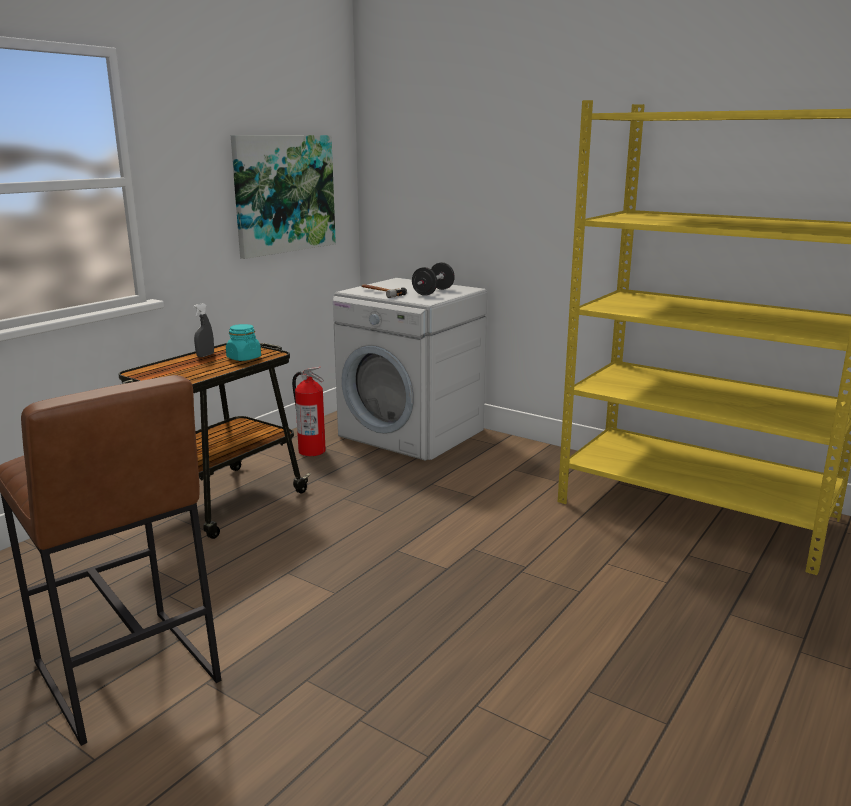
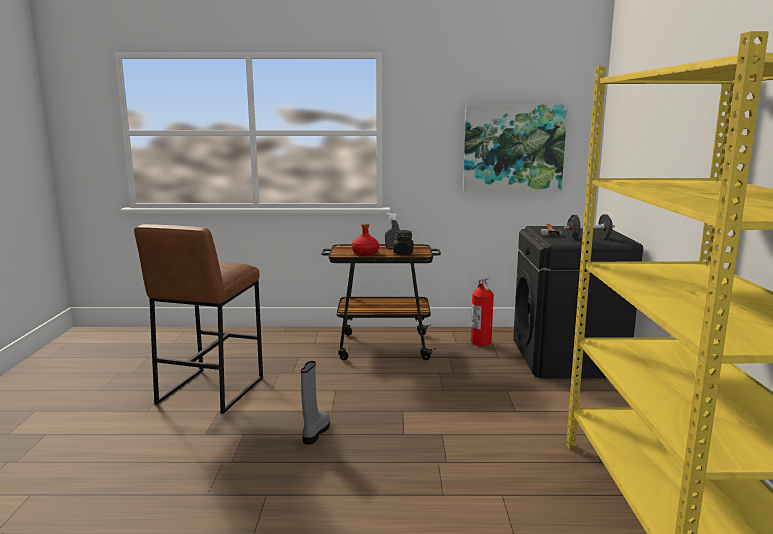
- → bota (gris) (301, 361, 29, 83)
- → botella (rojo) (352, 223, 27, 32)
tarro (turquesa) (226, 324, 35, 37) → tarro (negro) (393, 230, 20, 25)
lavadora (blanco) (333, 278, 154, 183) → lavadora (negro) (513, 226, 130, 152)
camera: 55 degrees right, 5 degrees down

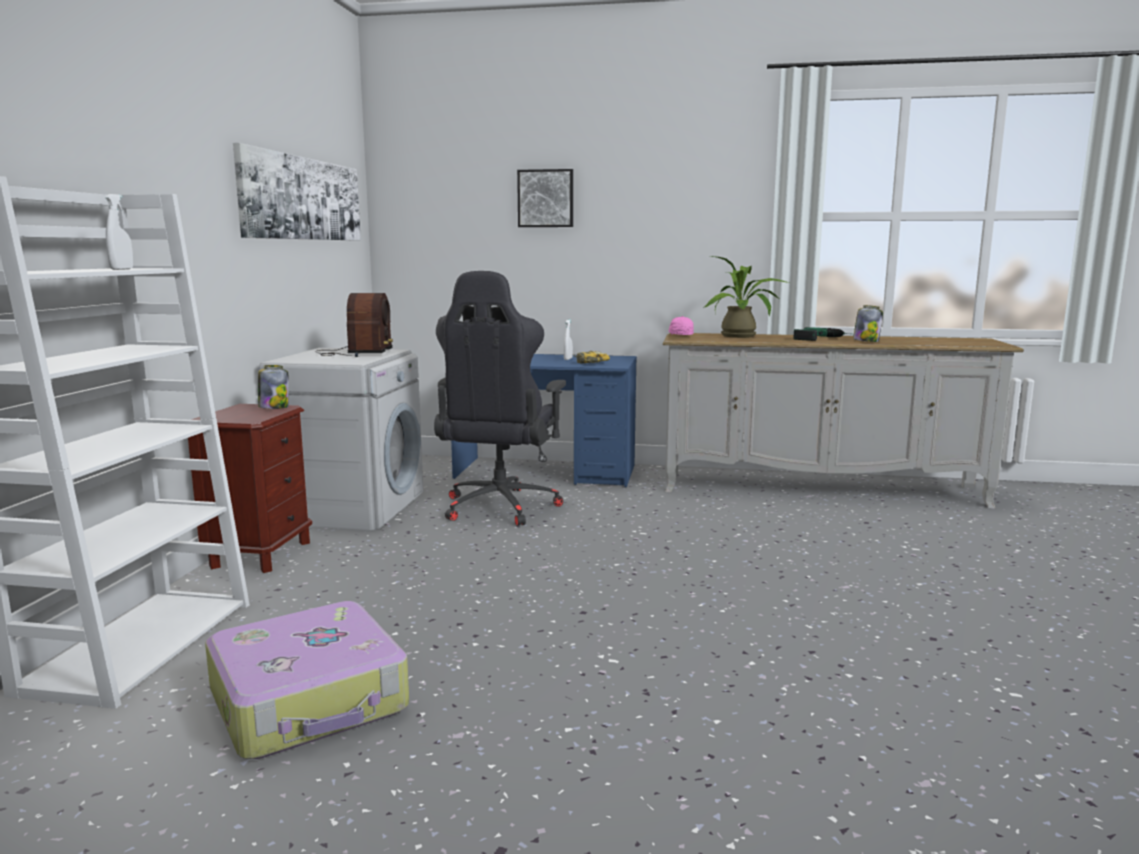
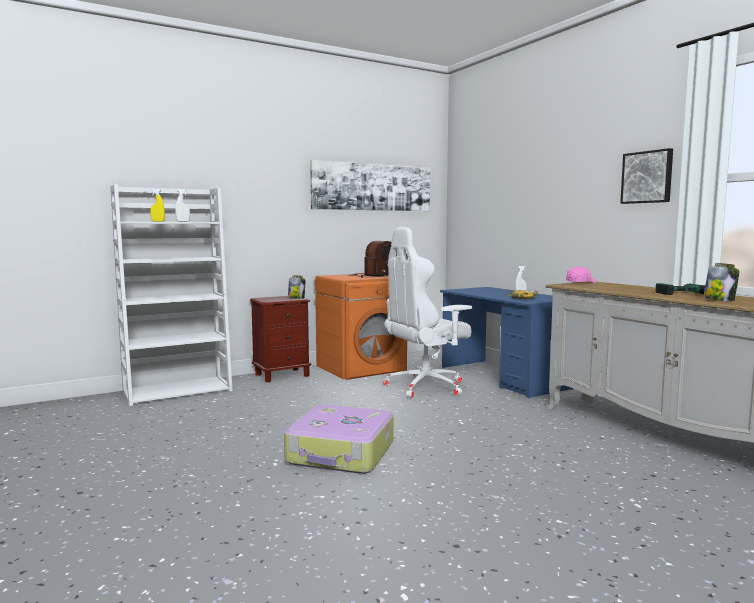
- → pulverizador (amarillo) (150, 189, 15, 33)
maleta (205, 601, 204, 158) → maleta (284, 405, 110, 69), move
lavadora (blanco) (259, 348, 164, 182) → lavadora (naranja) (315, 274, 92, 106)
silla de oficina (negro) (434, 271, 132, 255) → silla de oficina (blanco) (383, 227, 89, 171)
cuadro (517, 169, 56, 58) → cuadro (620, 148, 53, 56), move
planta en maceta (703, 256, 86, 82) → -
camera: 50 degrees right, 5 degrees down

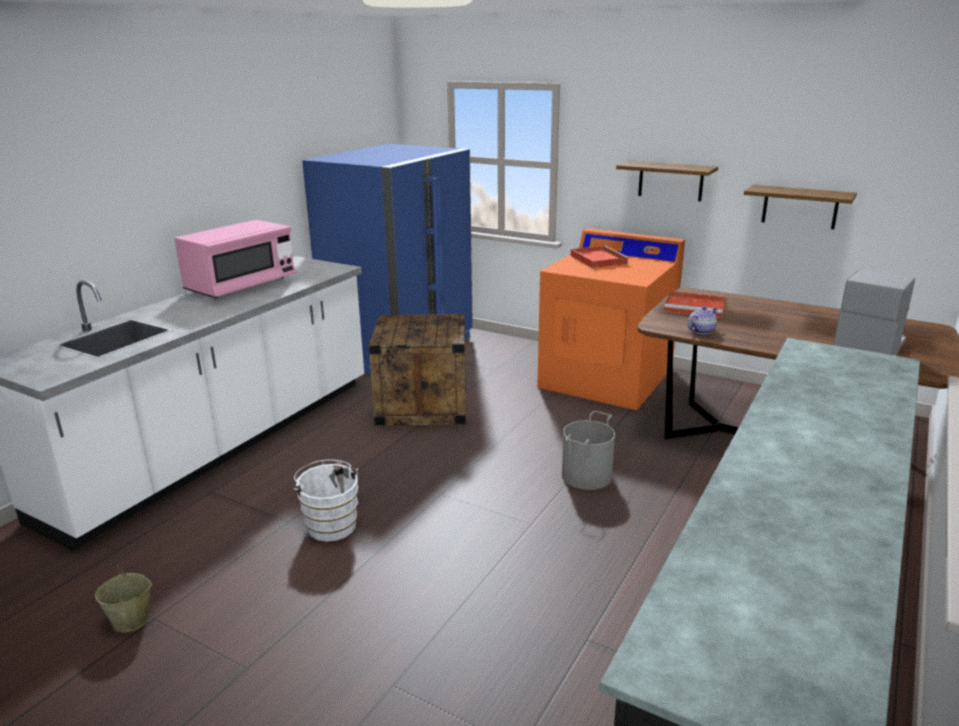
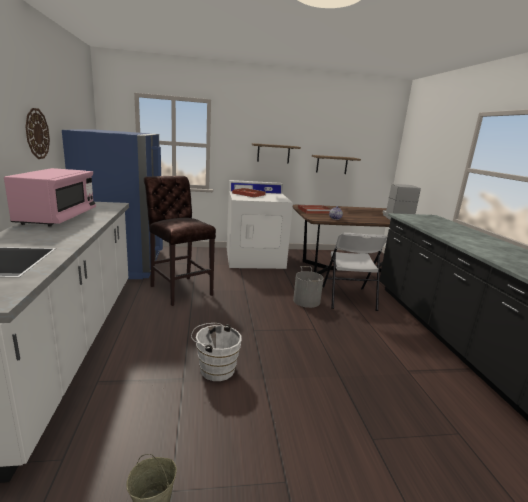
- → reloj de pared (25, 108, 25, 51)
caja de embalaje (368, 314, 98, 112) → taburete (marrón) (144, 176, 72, 130)
lavadora (naranja) (537, 228, 148, 182) → lavadora (blanco) (227, 180, 66, 89)
- → silla (blanco) (322, 233, 65, 78)
camera: 40 degrees left, 5 degrees down

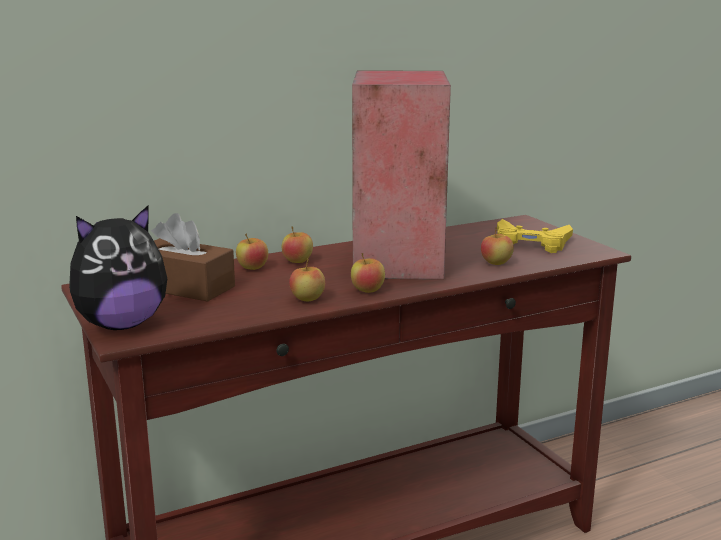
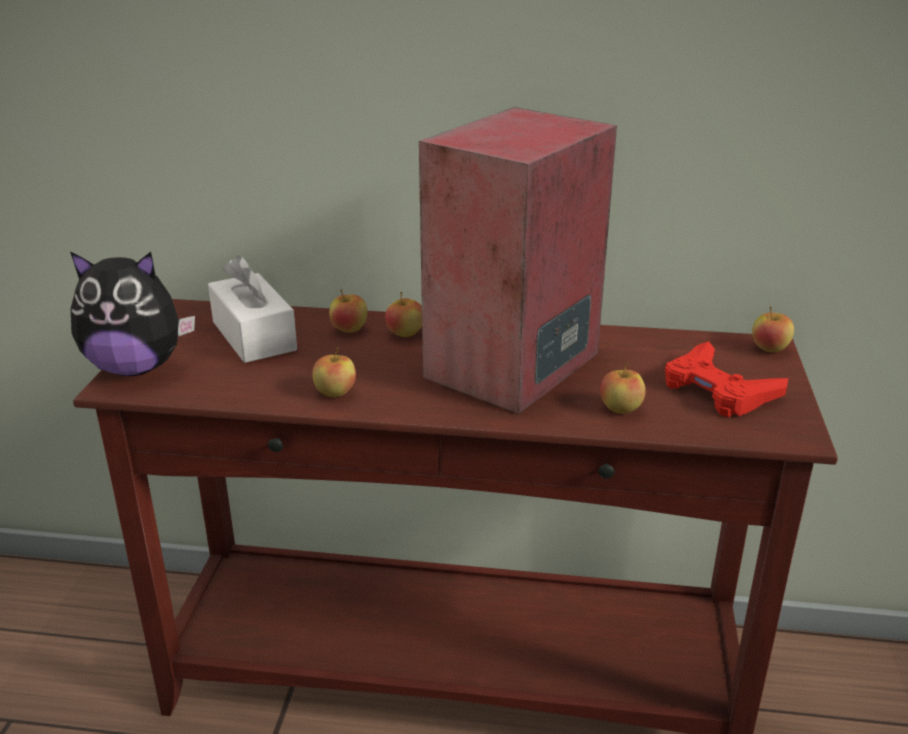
caja de pañuelos (marrón) (151, 213, 84, 89) → caja de pañuelos (blanco) (208, 255, 89, 108)
mando de consola (amarillo) (497, 219, 76, 34) → mando de consola (rojo) (665, 341, 123, 76)
manzana (351, 253, 34, 40) → manzana (752, 306, 42, 46), move
camera: 35 degrees right, 10 degrees up

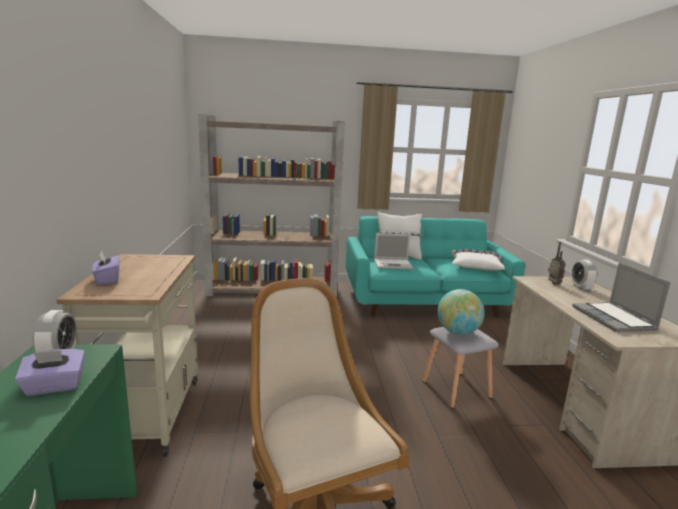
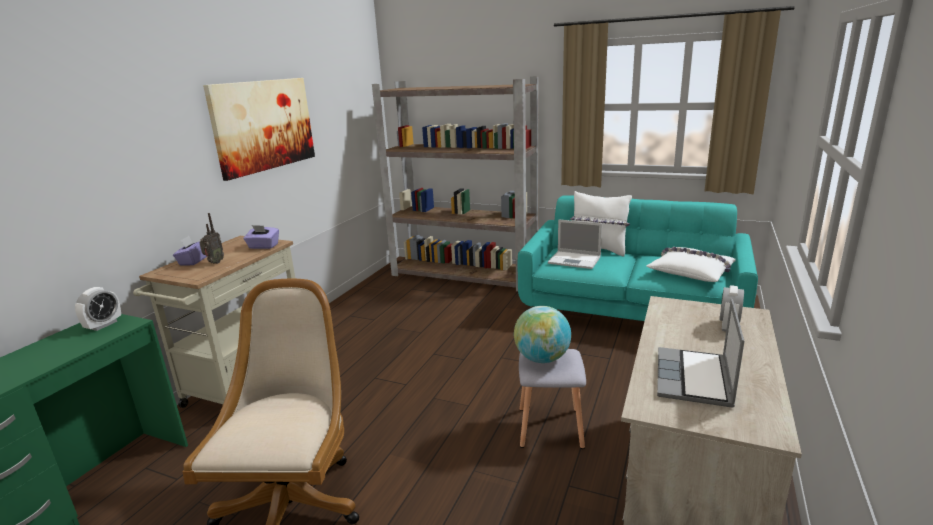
radio (548, 242, 17, 43) → radio (200, 213, 24, 51), move
- → cuadro (203, 78, 112, 103)
caja de pañuelos (morado) (15, 349, 70, 47) → caja de pañuelos (morado) (244, 225, 35, 24), move
camera: 30 degrees right, 5 degrees up

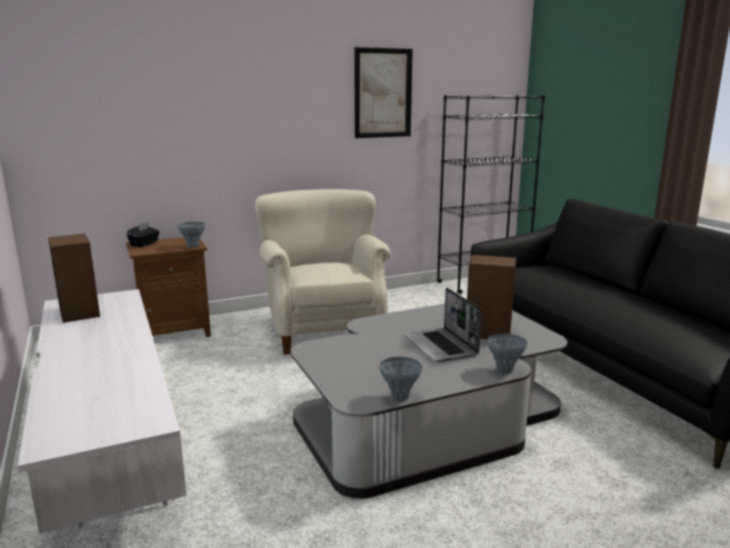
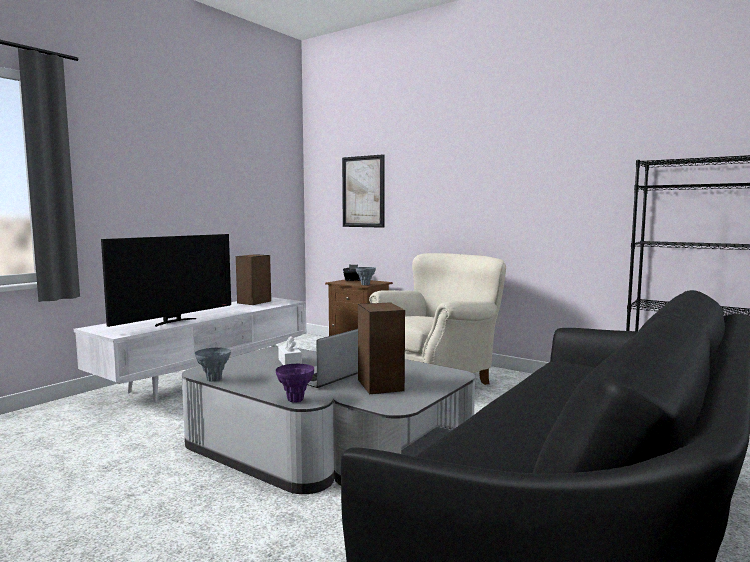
- → televisor (101, 234, 130, 93)
florero (gris) (487, 333, 40, 41) → florero (morado) (276, 364, 38, 39)
- → caja de pañuelos (blanco) (278, 336, 24, 29)
cuadro (354, 47, 59, 91) → cuadro (342, 154, 43, 74), move
camera: 60 degrees right, 10 degrees down

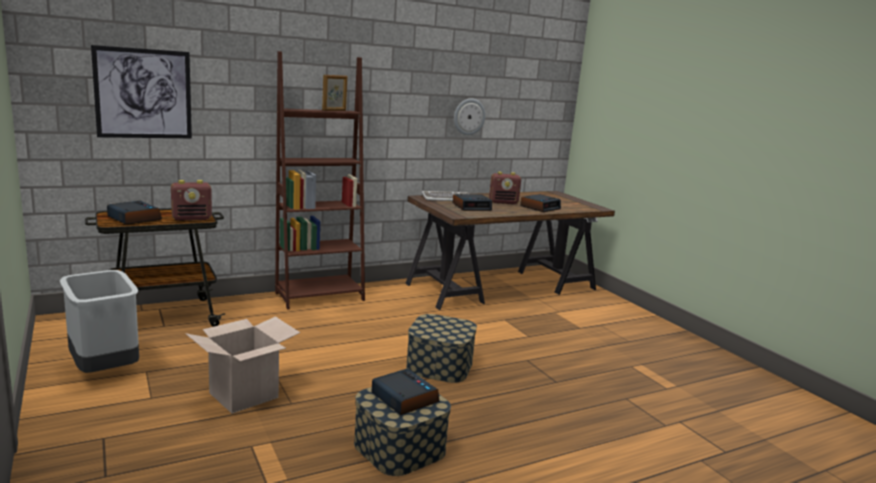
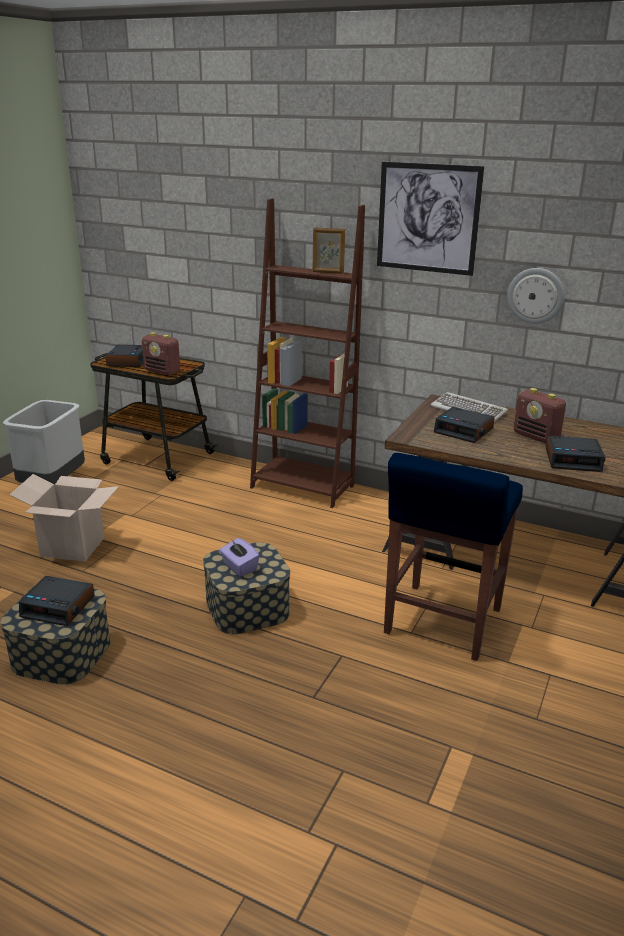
despertador (372, 368, 67, 47) → despertador (19, 576, 76, 50), 90 degrees clockwise
- → caja de pañuelos (morado) (219, 538, 41, 39)
cuadro (91, 45, 101, 93) → cuadro (377, 162, 107, 114), move
- → taburete (azul) (384, 453, 139, 208)
camera: 55 degrees right, 10 degrees up

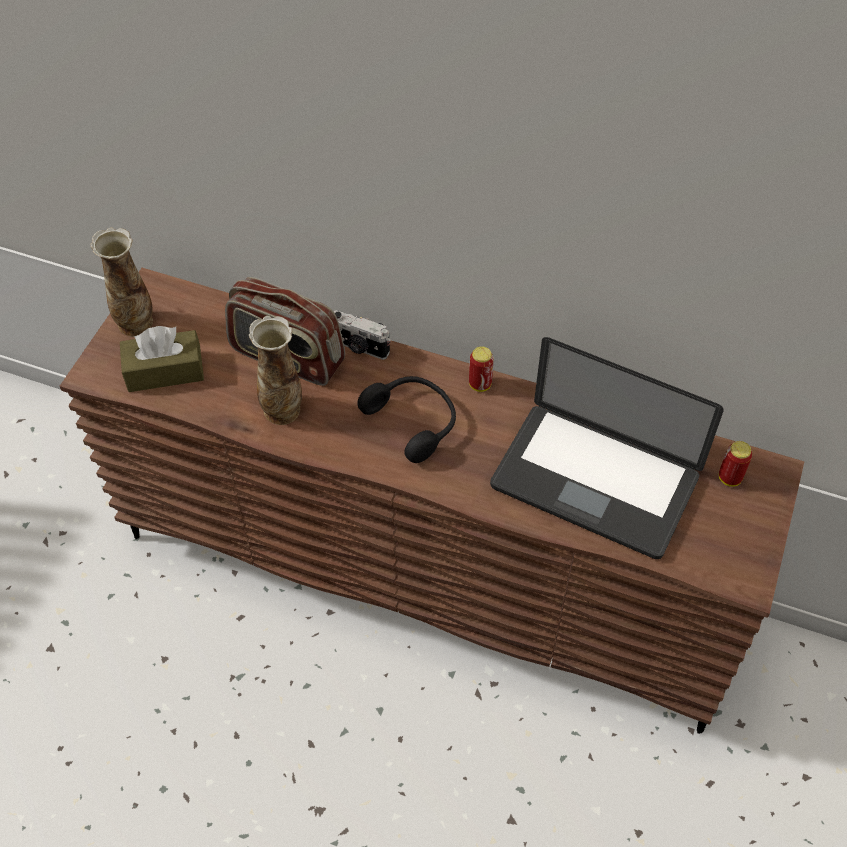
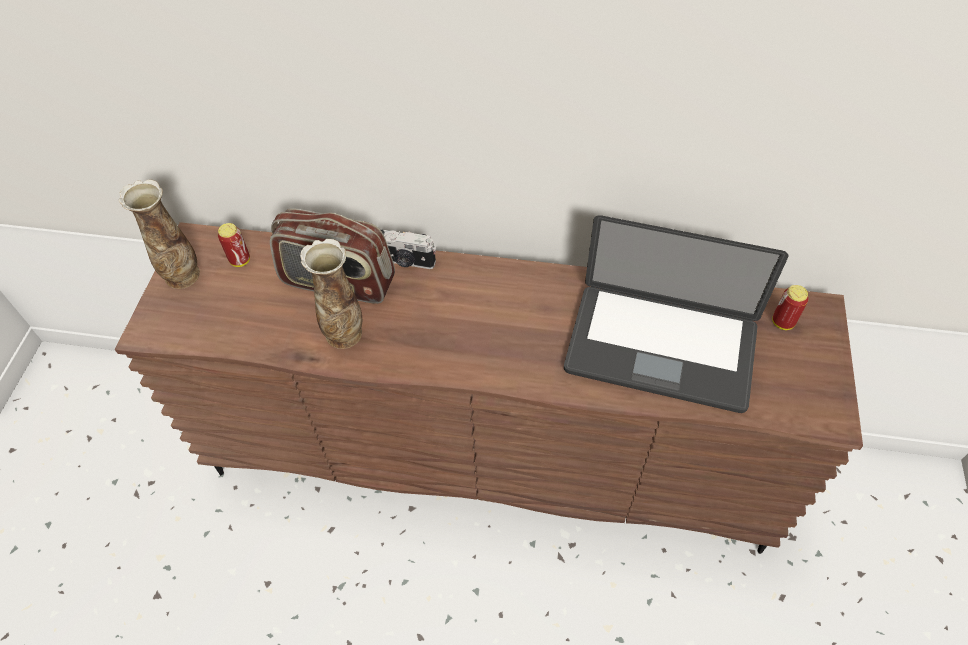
lata (469, 346, 25, 46) → lata (218, 223, 32, 44), move
caja de pañuelos (marrón) (120, 326, 84, 66) → -
auriculares (negro) (357, 376, 99, 87) → -
camera: 10 degrees left, 0 degrees up

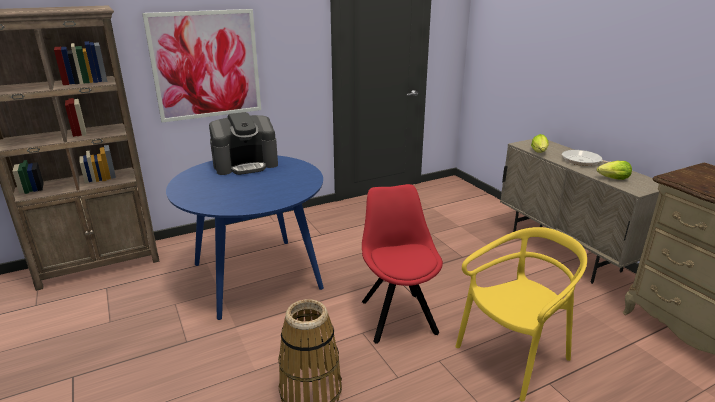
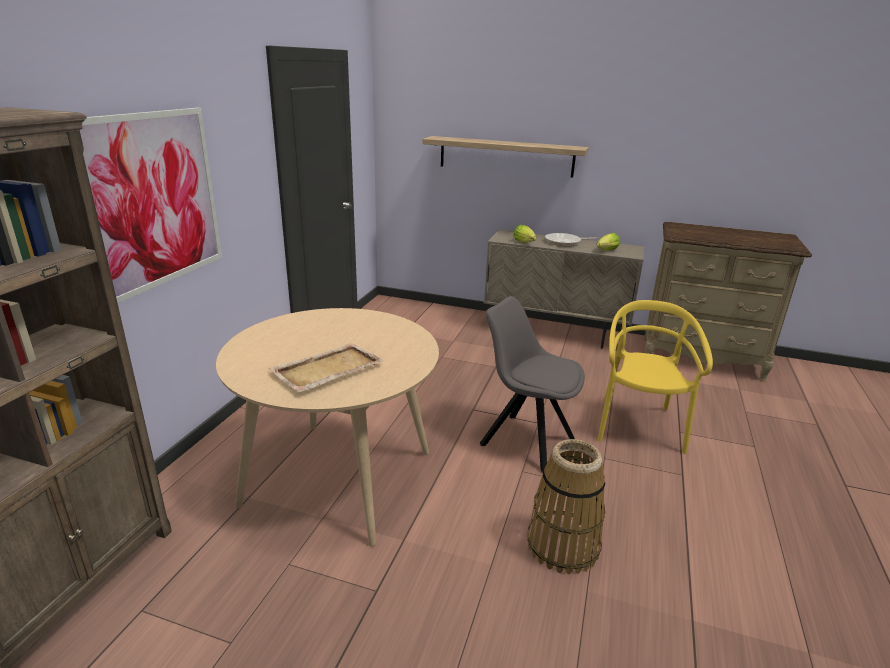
mesa de comedor (azul) (166, 155, 158, 165) → mesa de comedor (beis) (216, 308, 223, 238)
- → bandeja (beis) (269, 343, 115, 49)
- → estante (422, 136, 167, 42)
silla (rojo) (362, 184, 81, 160) → silla (gris) (480, 296, 105, 177)
cafetera (209, 112, 69, 63) → -
camera: 45 degrees left, 0 degrees up

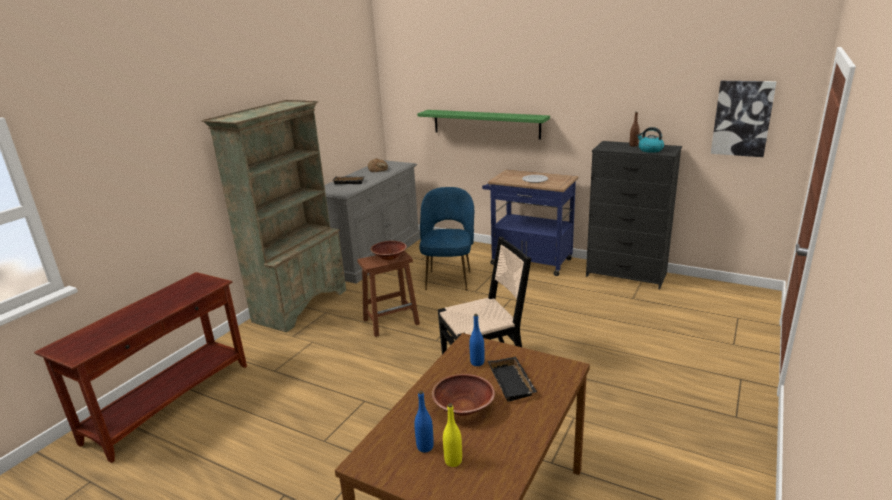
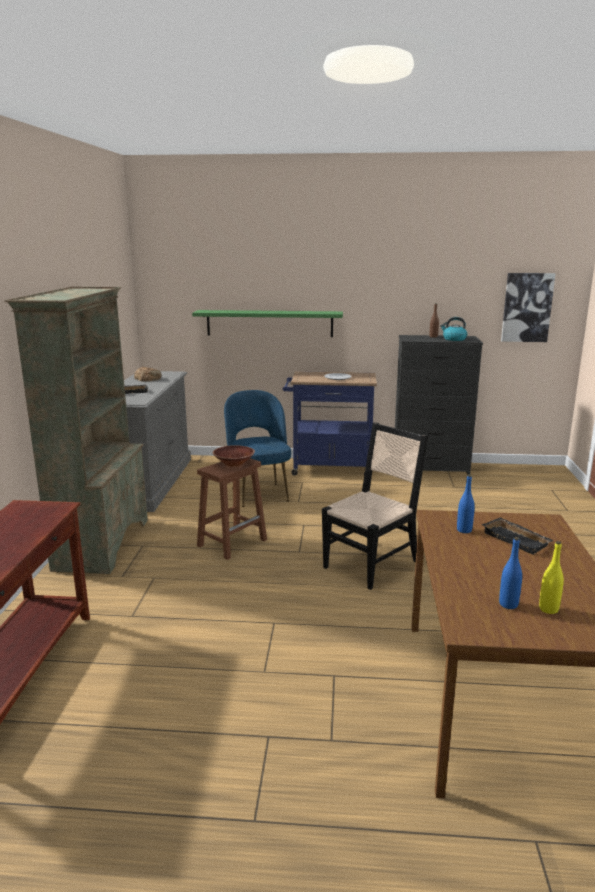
cuenco (marrón) (432, 374, 63, 42) → -
camera: 25 degrees left, 5 degrees down

